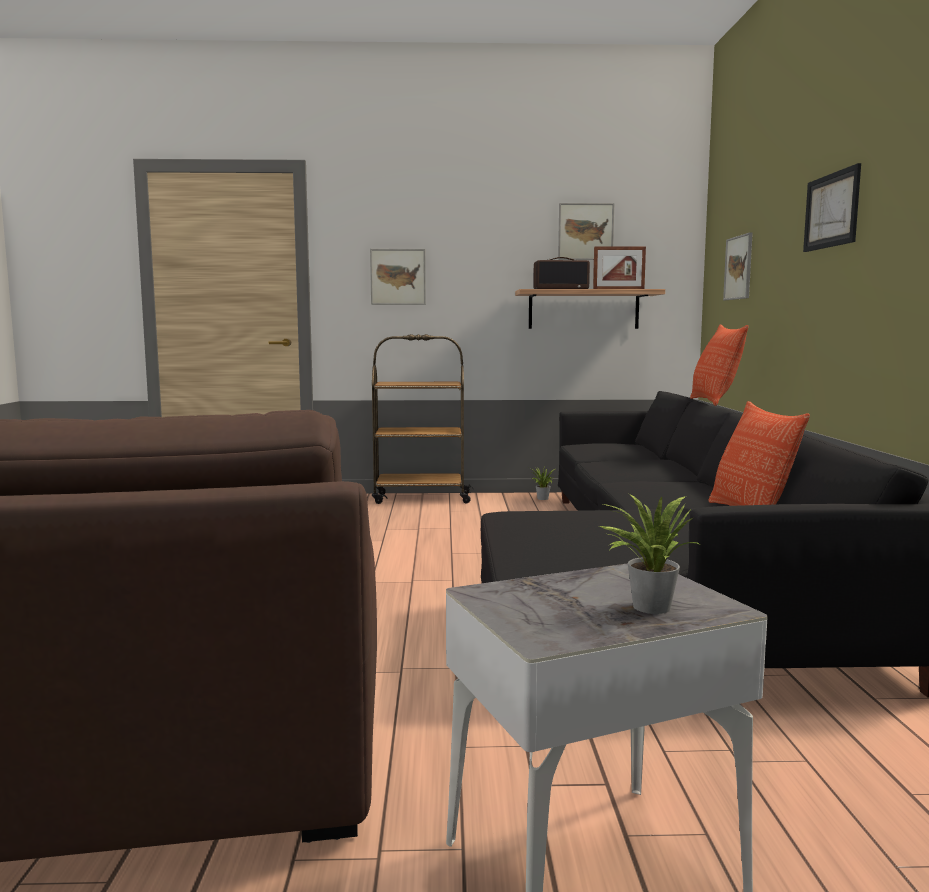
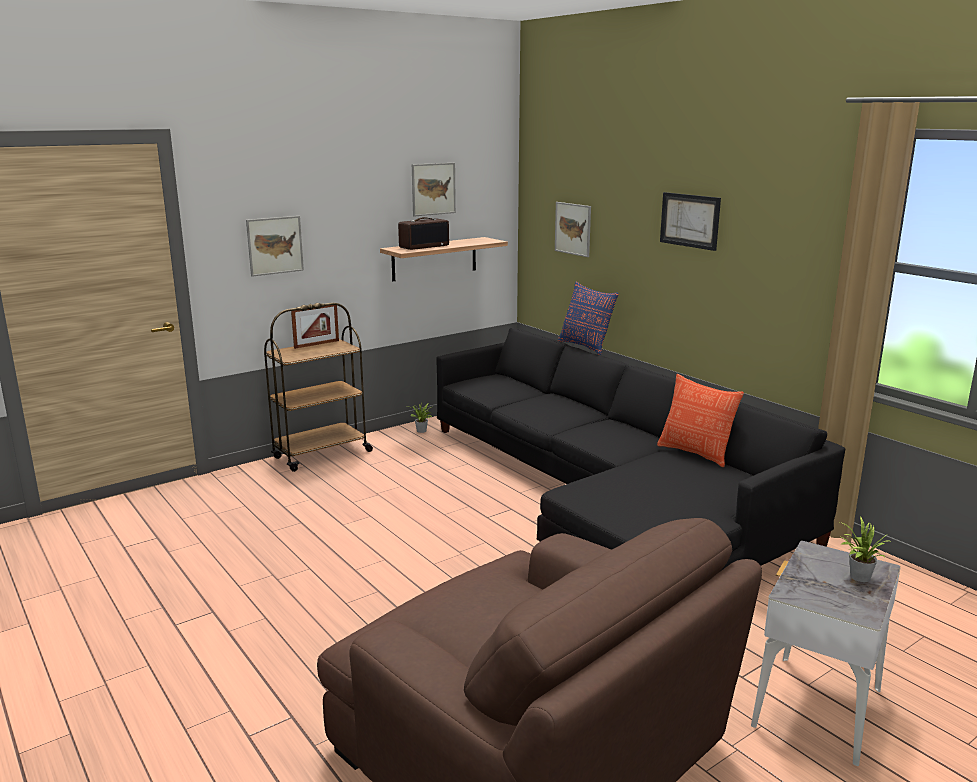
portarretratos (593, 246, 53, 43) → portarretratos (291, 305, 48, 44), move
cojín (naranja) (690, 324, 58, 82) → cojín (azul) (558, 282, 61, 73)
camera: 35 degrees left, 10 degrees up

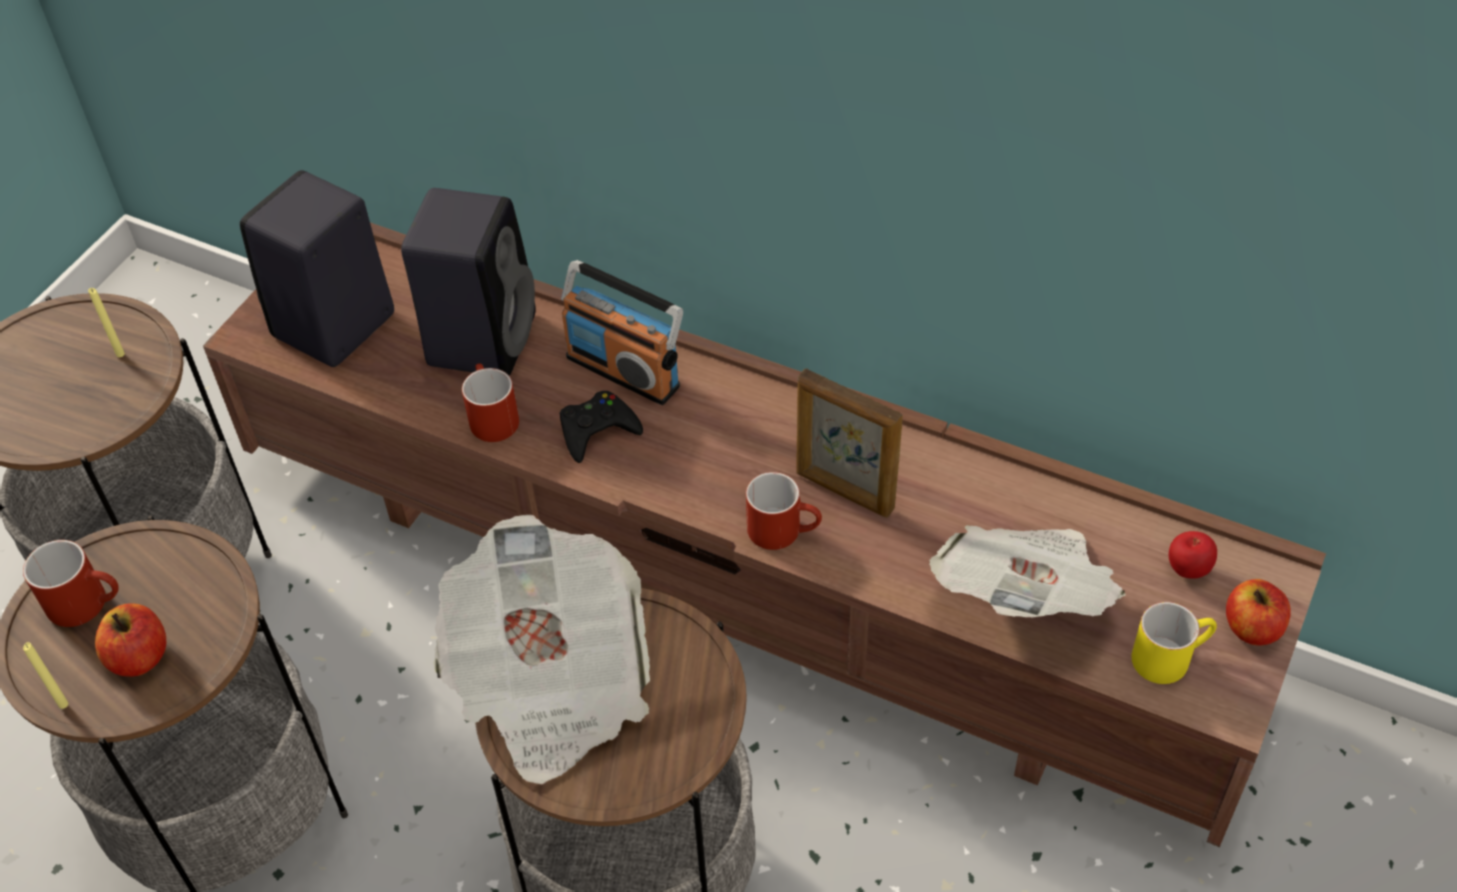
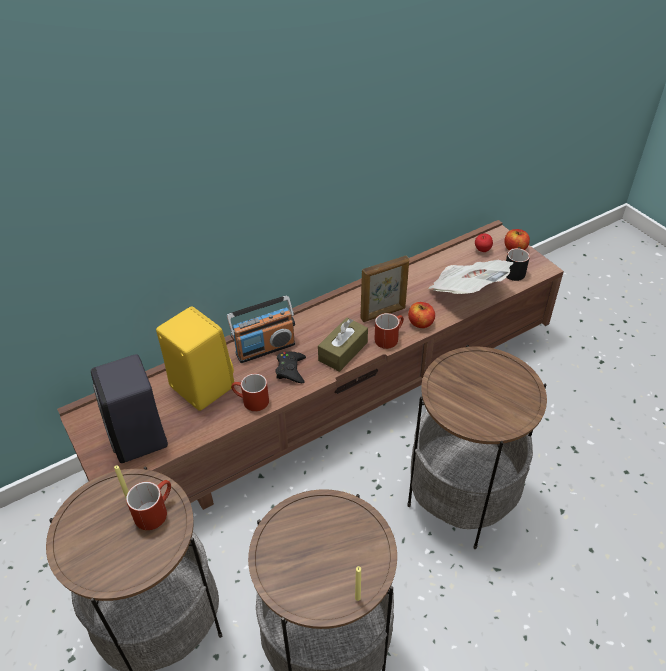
taza grande (rojo) (23, 540, 96, 87) → taza grande (rojo) (126, 480, 45, 50), move
altavoz (negro) (401, 188, 135, 188) → altavoz (amarillo) (156, 306, 79, 105)
- → caja de pañuelos (marrón) (318, 318, 50, 54)
manzana (95, 604, 71, 73) → manzana (408, 302, 27, 26), move
taza grande (amarillo) (1132, 602, 85, 82) → taza grande (negro) (506, 247, 24, 34)
periódico (433, 515, 217, 269) → -
camera: 60 degrees left, 5 degrees down

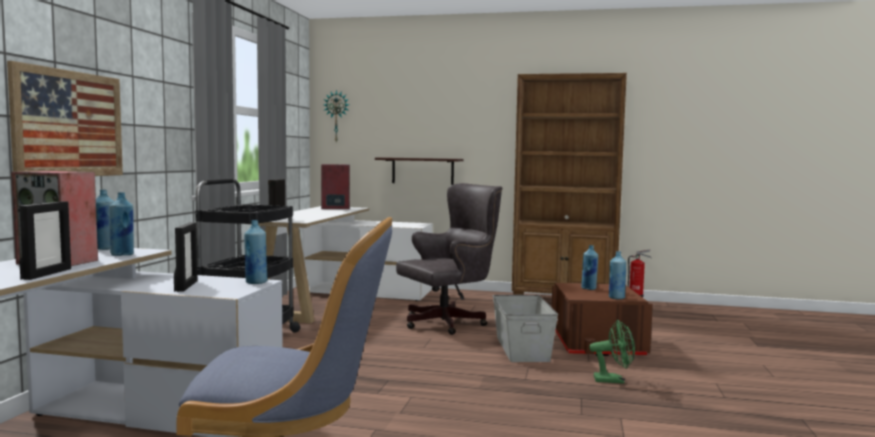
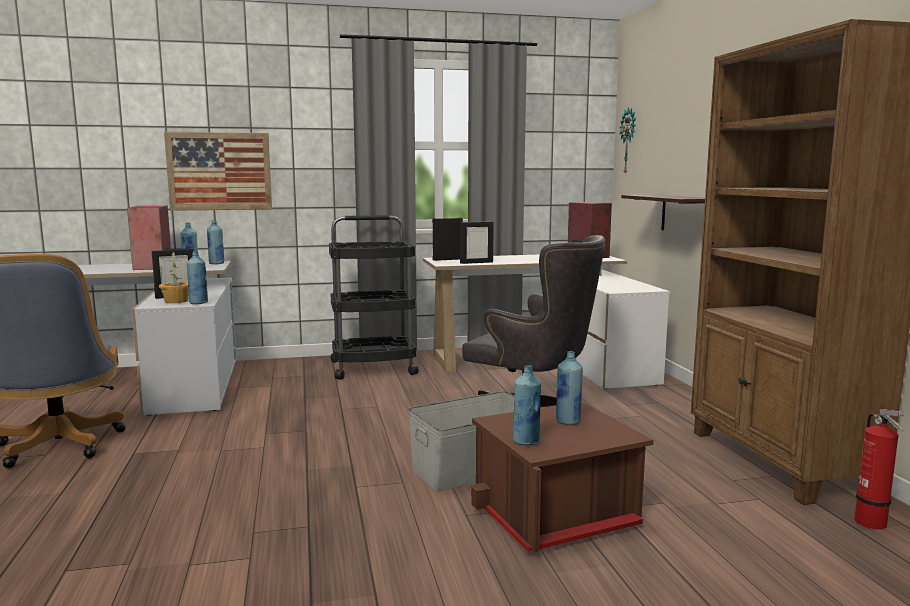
- → planta en maceta (159, 250, 30, 53)
portarretratos (19, 201, 52, 79) → portarretratos (460, 221, 34, 43), move
ventilador (verde) (589, 320, 46, 64) → -
camera: 65 degrees right, 5 degrees up

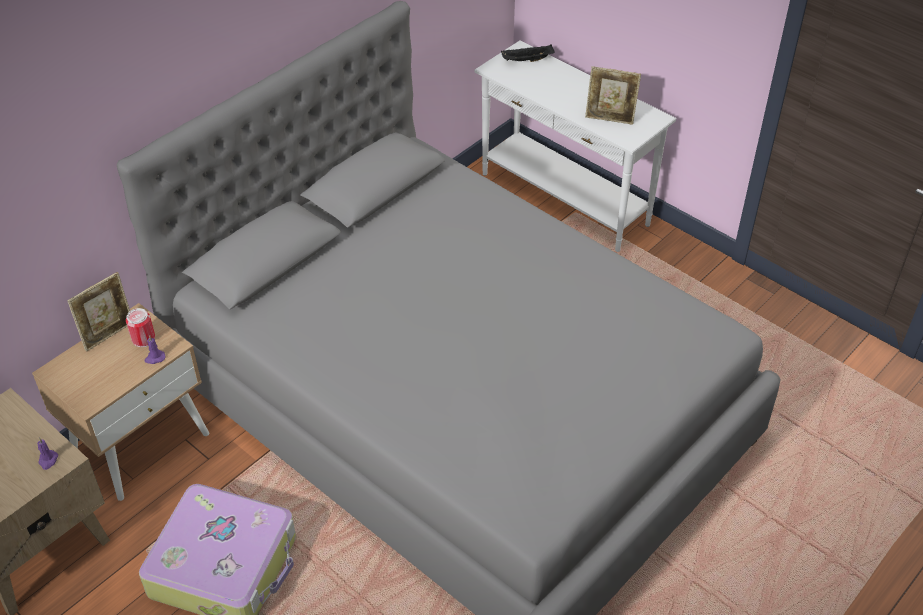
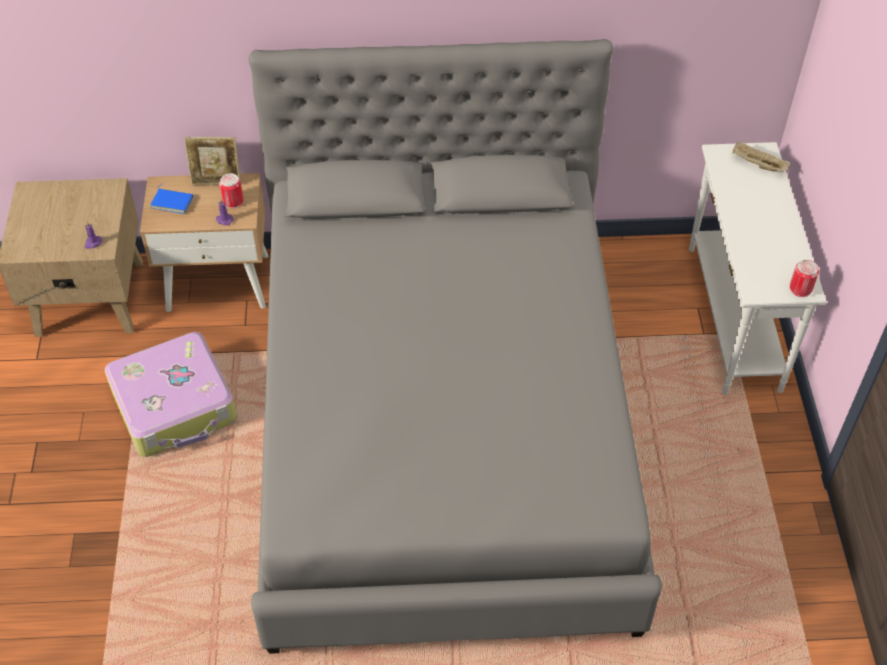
- → libro (azul) (151, 183, 42, 31)
bandeja (negro) (501, 44, 53, 18) → bandeja (beis) (732, 141, 58, 31)
- → lata (790, 260, 29, 37)
portarretratos (585, 66, 56, 59) → -
camera: 45 degrees right, 5 degrees up

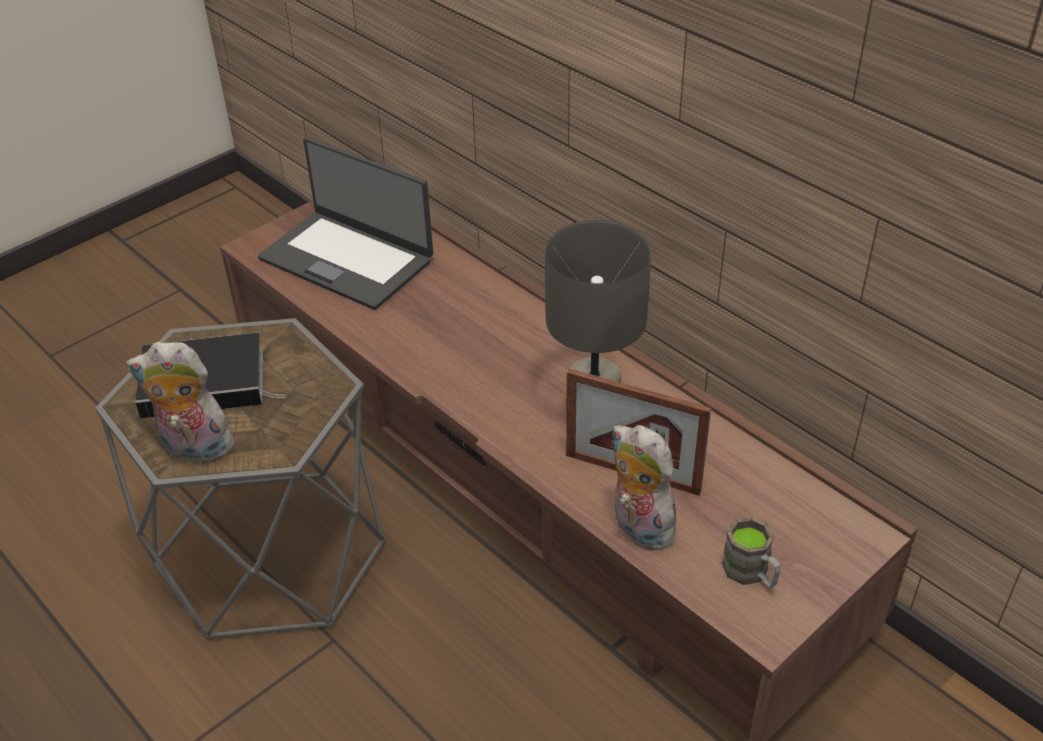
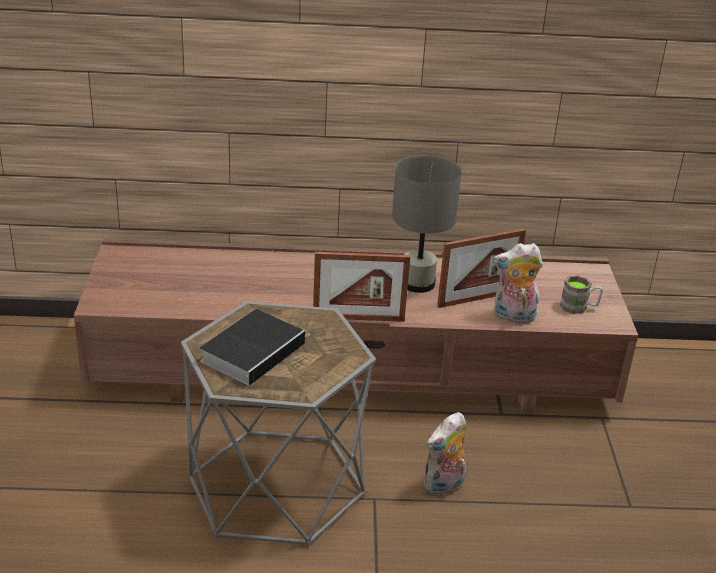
- → portarretratos (313, 252, 97, 70)
peluche (126, 342, 114, 121) → peluche (424, 412, 42, 83), move
portátil (258, 137, 175, 173) → -
camera: 50 degrees left, 10 degrees down

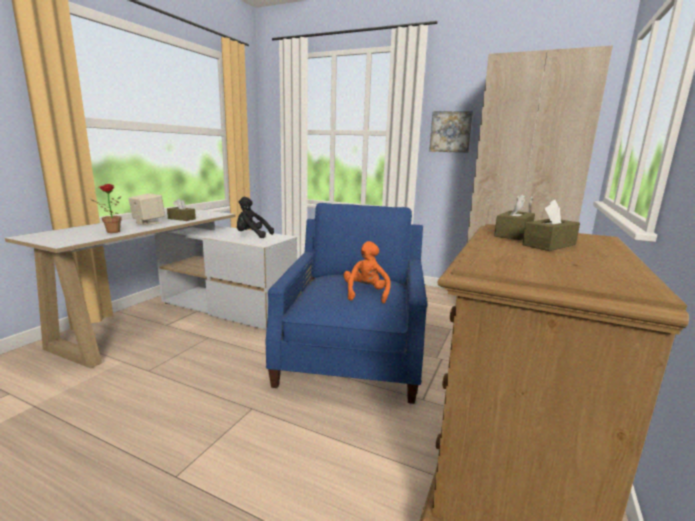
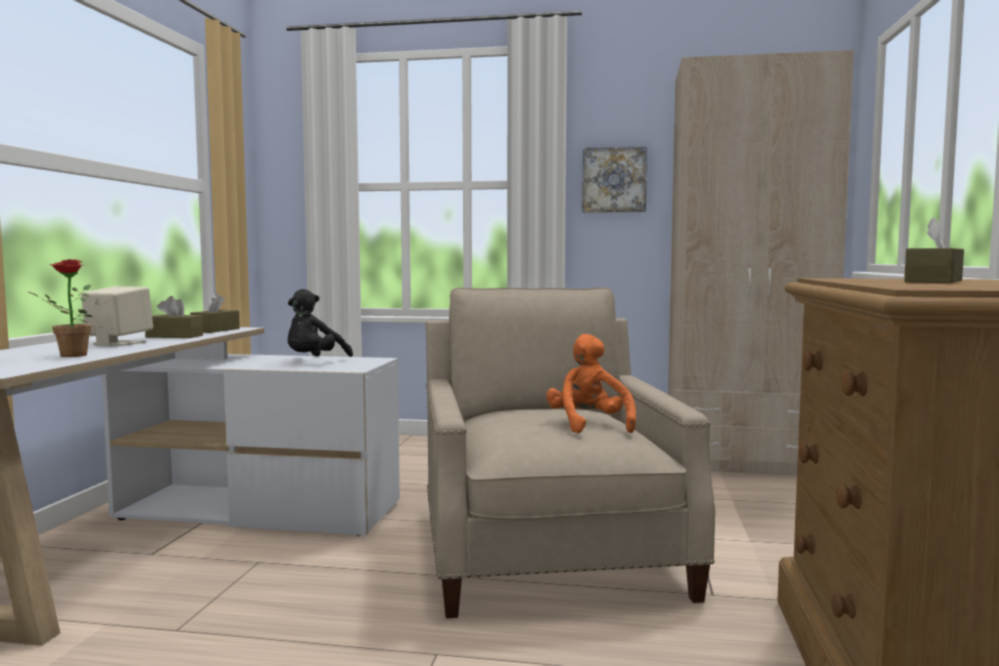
caja de pañuelos (marrón) (494, 194, 41, 46) → caja de pañuelos (marrón) (190, 293, 50, 40), move
peluche (negro) (237, 197, 37, 41) → peluche (negro) (288, 289, 65, 68), 60 degrees counterclockwise
sillón (azul) (266, 203, 162, 201) → sillón (beis) (426, 287, 289, 331)
camera: 15 degrees left, 10 degrees down

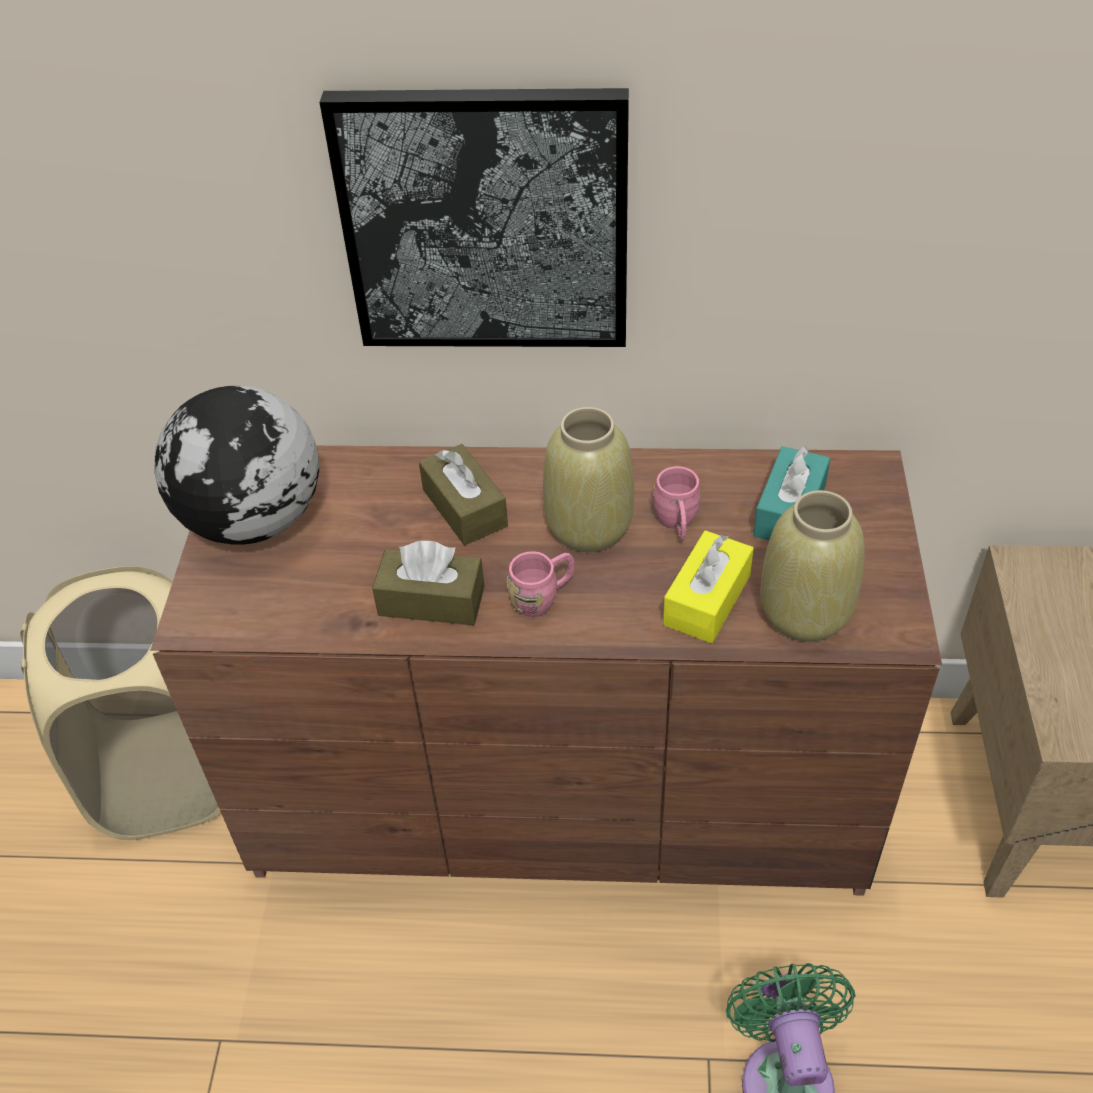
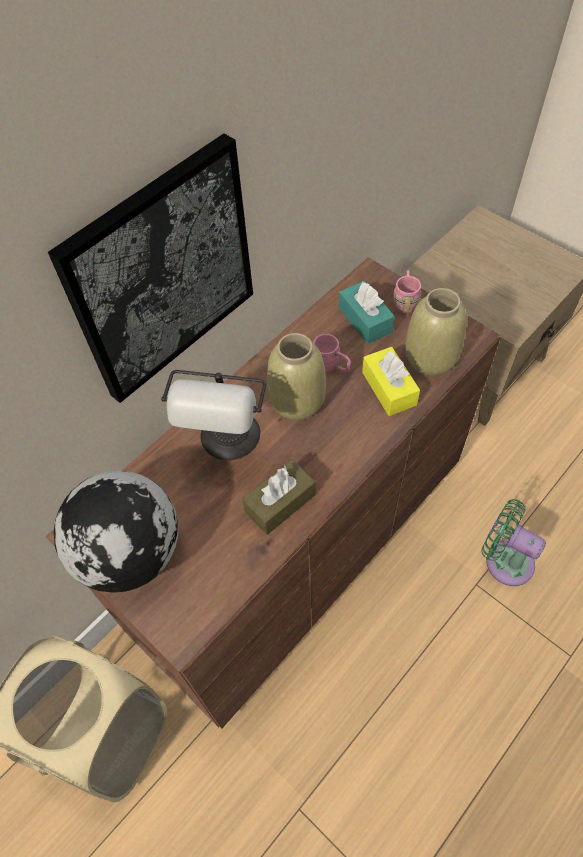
caja de pañuelos (marrón) (419, 444, 89, 101) → lámpara de mesa (161, 370, 105, 90)
taza grande (rosa) (507, 551, 68, 66) → taza grande (rosa) (393, 270, 28, 43), move
camera: 50 degrees left, 10 degrees up

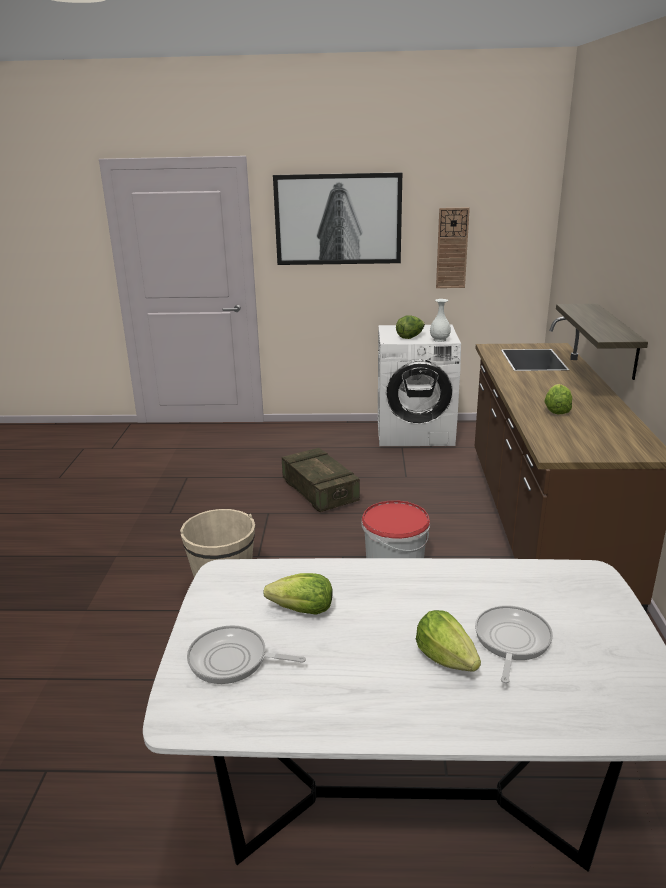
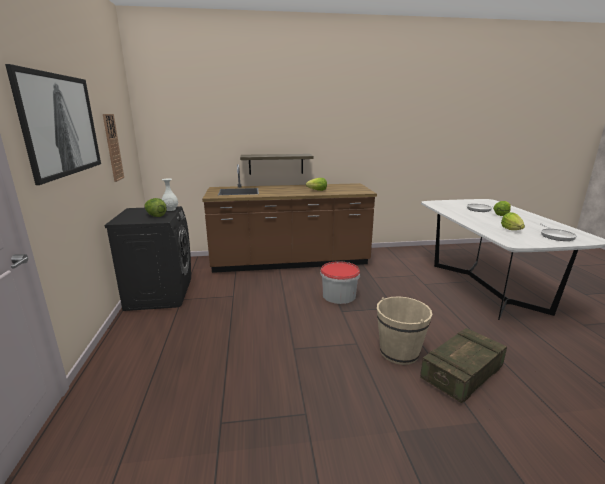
lavadora (blanco) (378, 325, 83, 121) → lavadora (negro) (105, 206, 86, 105)
caja de embalaje (282, 448, 78, 64) → caja de embalaje (420, 328, 87, 75), move
camera: 100 degrees left, 5 degrees down

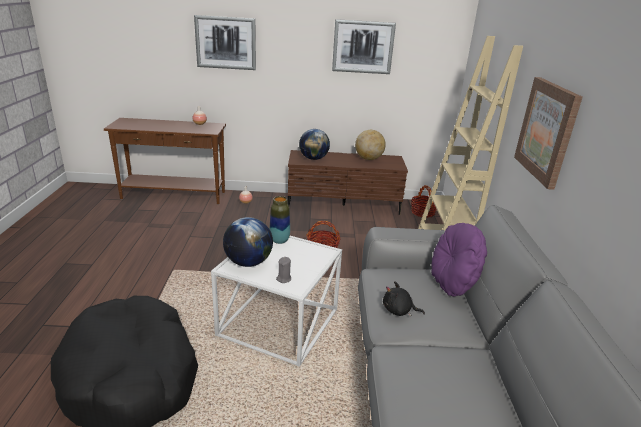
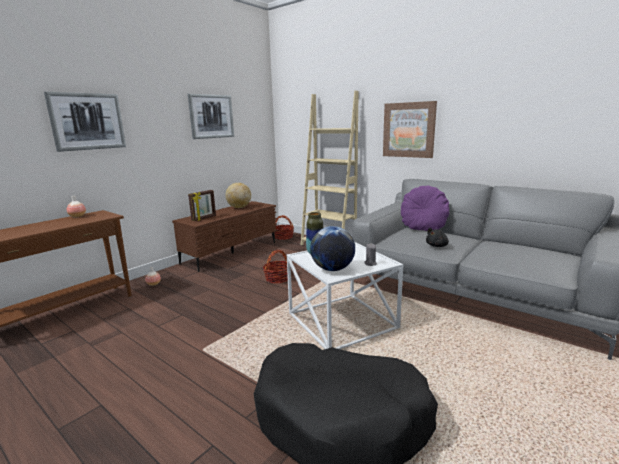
globo terráqueo (299, 129, 31, 31) → portarretratos (188, 190, 28, 31)
camera: 50 degrees left, 10 degrees down

